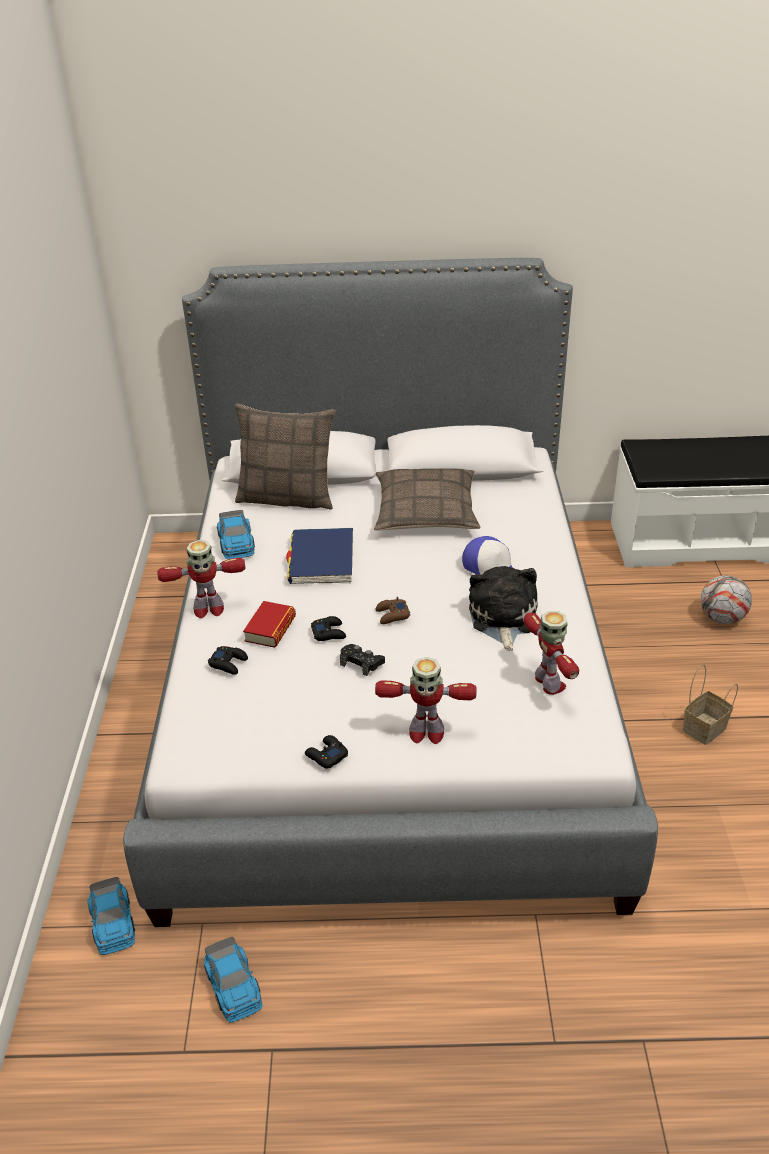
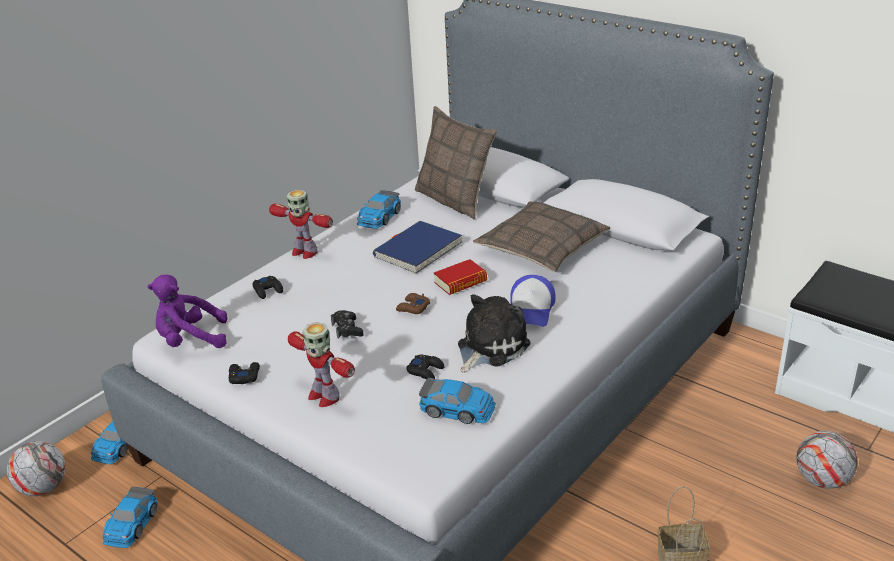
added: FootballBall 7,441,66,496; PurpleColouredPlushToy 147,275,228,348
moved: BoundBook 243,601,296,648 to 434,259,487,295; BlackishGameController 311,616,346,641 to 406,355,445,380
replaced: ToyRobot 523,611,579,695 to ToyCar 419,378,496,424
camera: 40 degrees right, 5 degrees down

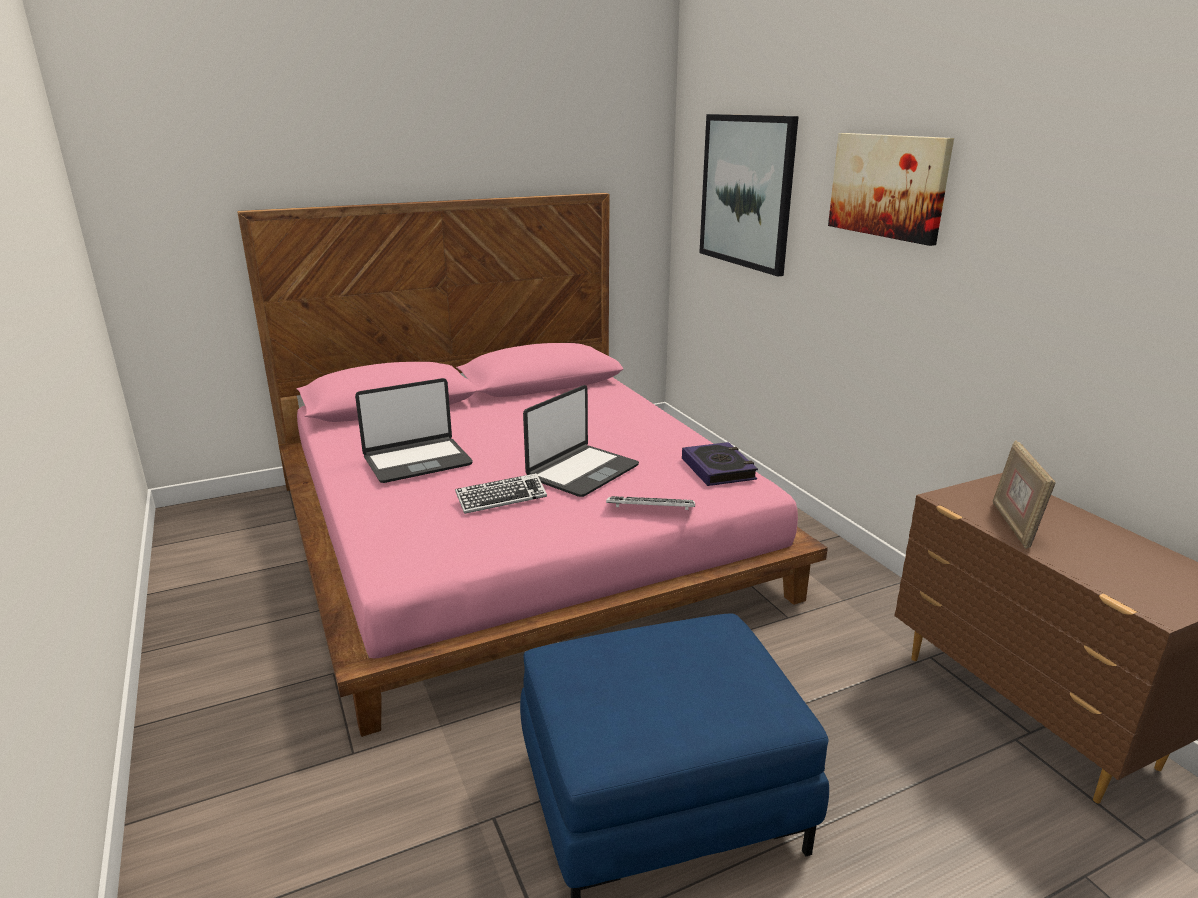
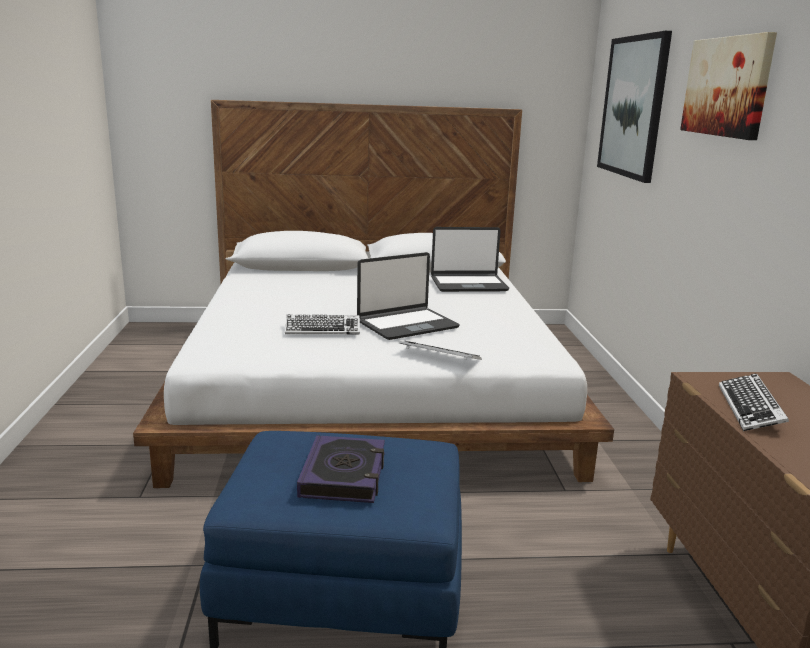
moved: PortableComputer 355,378,473,483 to 431,227,509,292; BoundBook 682,442,758,486 to 297,435,385,503
replaced: StandingFrame 993,441,1056,549 to Keyboard 719,373,789,431
recoloured: PinkColouredBed 237,193,828,737 to WhiteColouredBed 133,100,614,488
camera: 20 degrees right, 5 degrees down

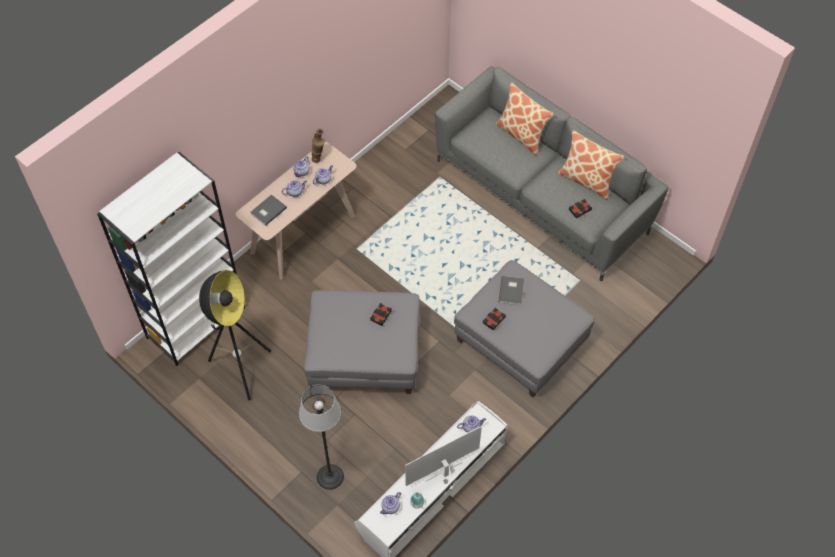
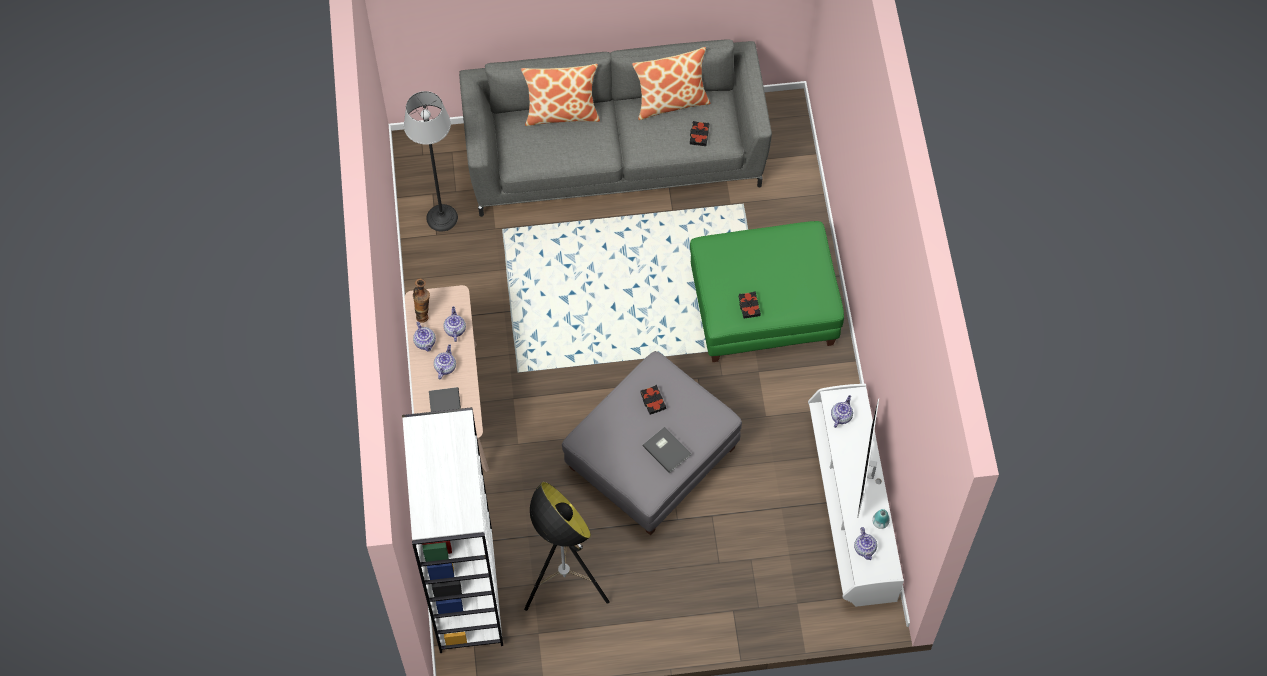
moved: StandardLamp 299,385,344,490 to 404,91,458,232; GreyishBoundBook 499,276,524,305 to 642,427,691,473
recoloured: GreyishPouffe 454,260,595,398 to GreenPouffe 690,221,844,362
camera: 50 degrees left, 5 degrees up

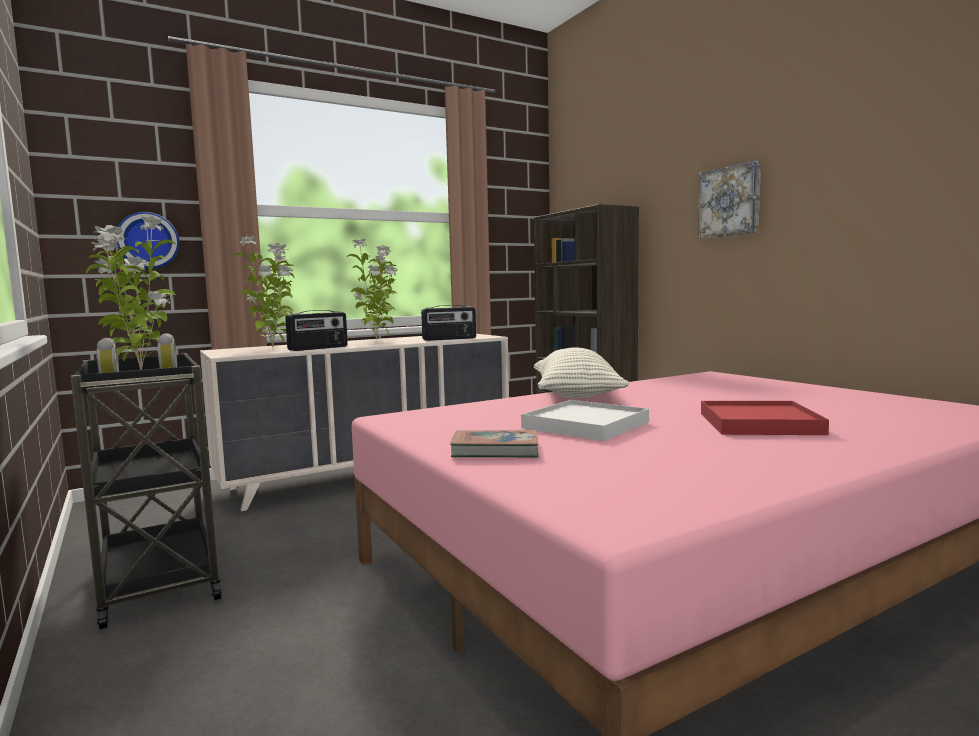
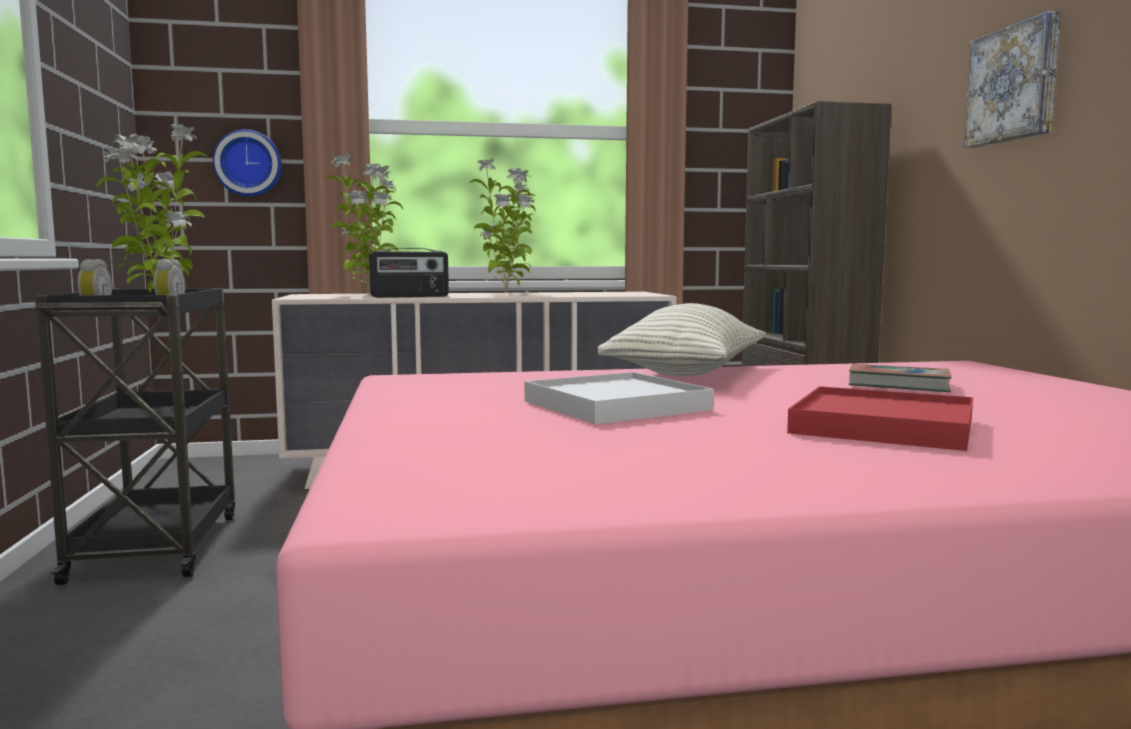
removed: Radio 421,305,476,341
moved: BoundBook 450,430,539,458 to 849,364,952,392
camera: 20 degrees right, 0 degrees up

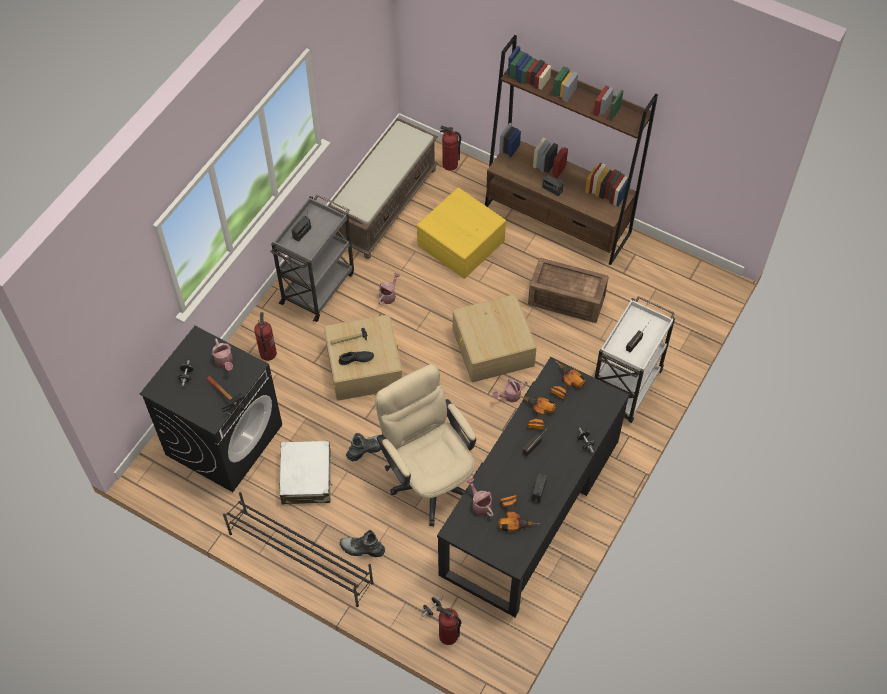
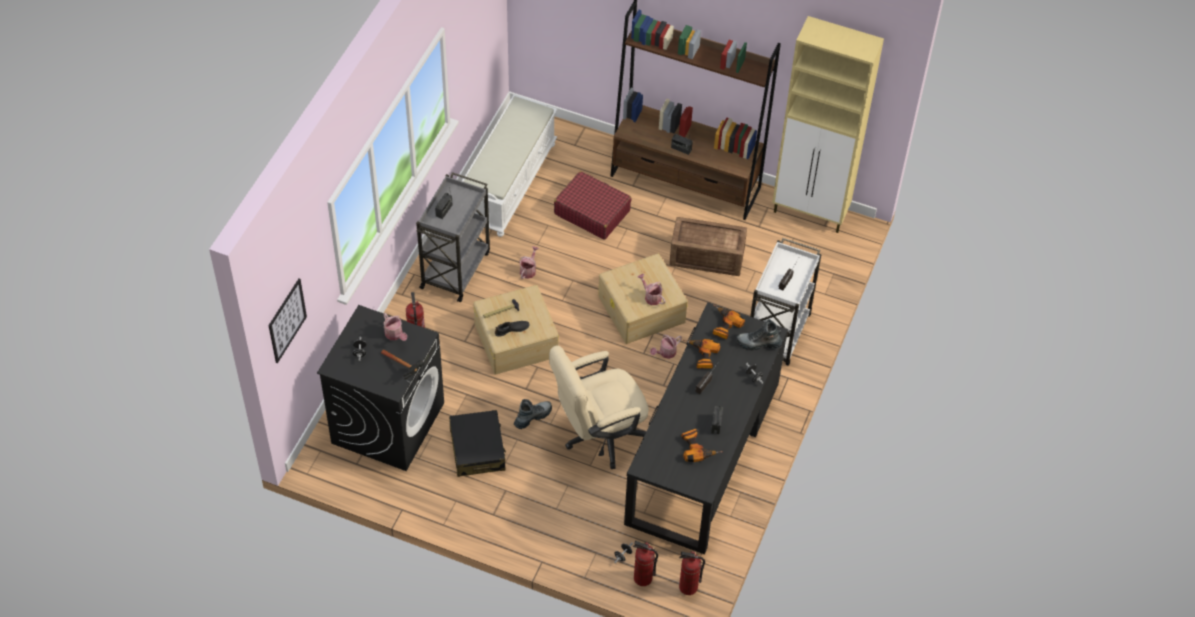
removed: BlackishShoeStand 223,492,374,607
added: Picture 269,278,307,364; BeigeColouredStorageCabinet 772,16,884,233
moved: Boot 340,530,385,557 to 736,319,782,350; FireExtinguisher 440,126,461,171 to 679,551,705,595; SprinklingCan 466,478,494,517 to 638,274,665,305
replaced: YellowStorageBin 416,188,506,279 to ReddishPieceOfLuggage 554,171,632,240
recoloured: WhiteColouredPieceOfLuggage 279,441,332,504 to BlackishPieceOfLuggage 449,410,506,477; BrownBench 328,118,438,259 to WhiteColouredBench 462,94,557,237
turned: BeigeColouredComputerChair 375,364,476,526 = 549,345,649,469 75 degrees counterclockwise
camera: 10 degrees left, 5 degrees down

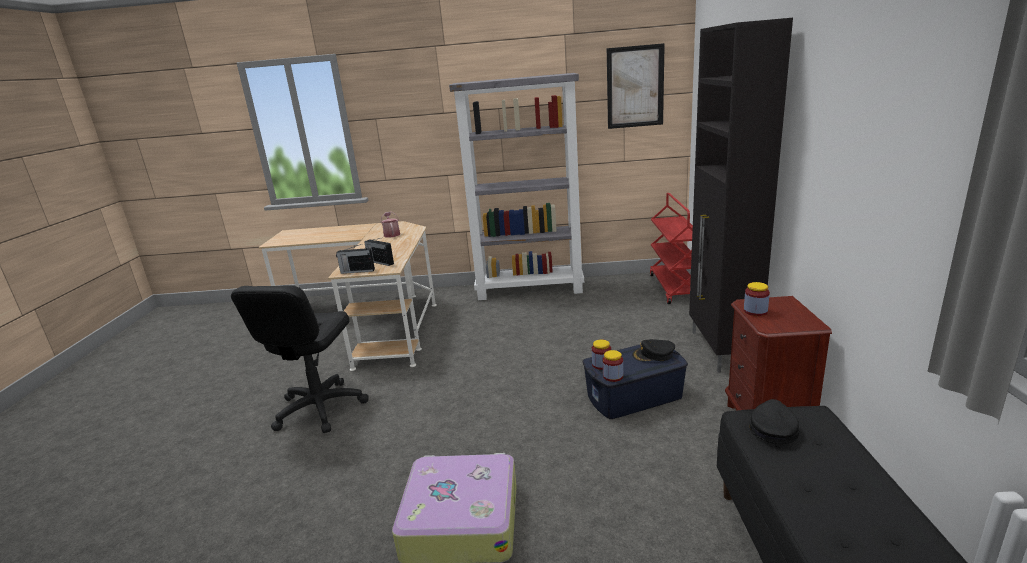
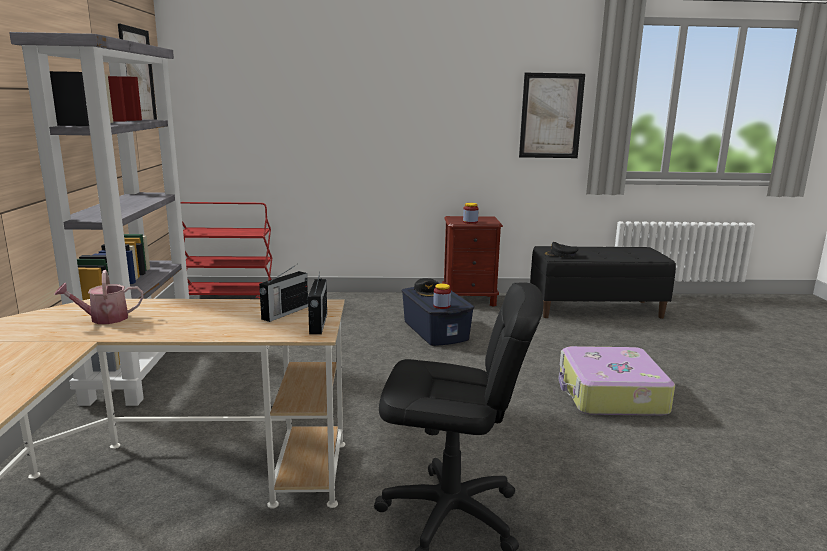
removed: PreserveJar 603,350,623,382; BlackishStorageCabinet 689,18,793,373
added: Picture 519,73,585,158
camera: 95 degrees left, 5 degrees down

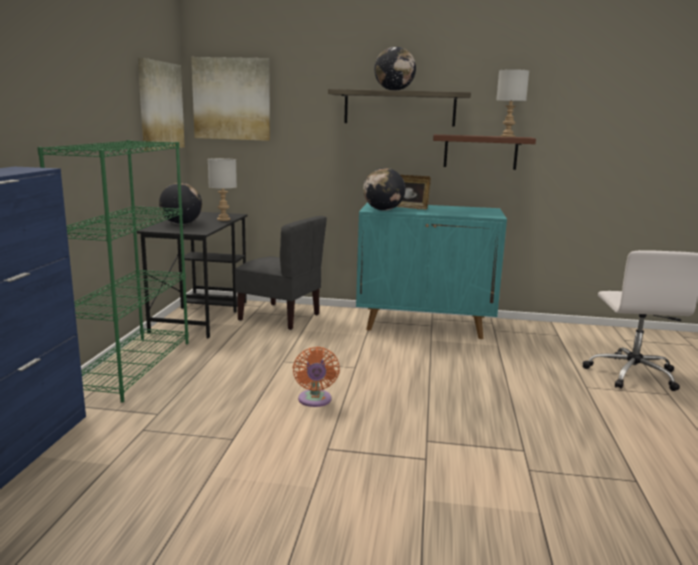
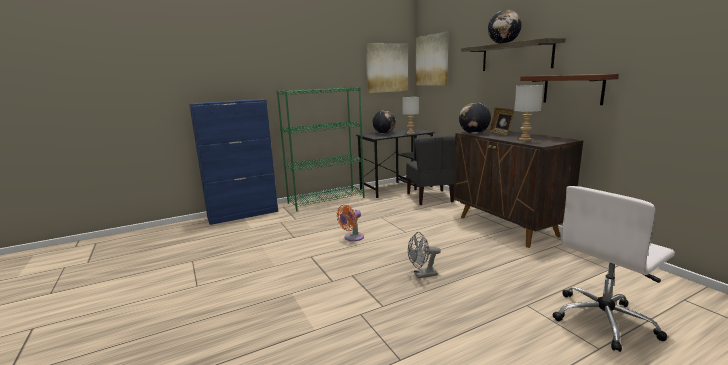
added: GreyishCoolingFan 408,232,441,279
moved: GreyishTabletopLamp 496,69,529,137 to 514,85,543,141
recoloured: TurquoiseStorageCabinet 356,202,507,339 to BrownStorageCabinet 453,128,583,248
camera: 55 degrees right, 0 degrees up

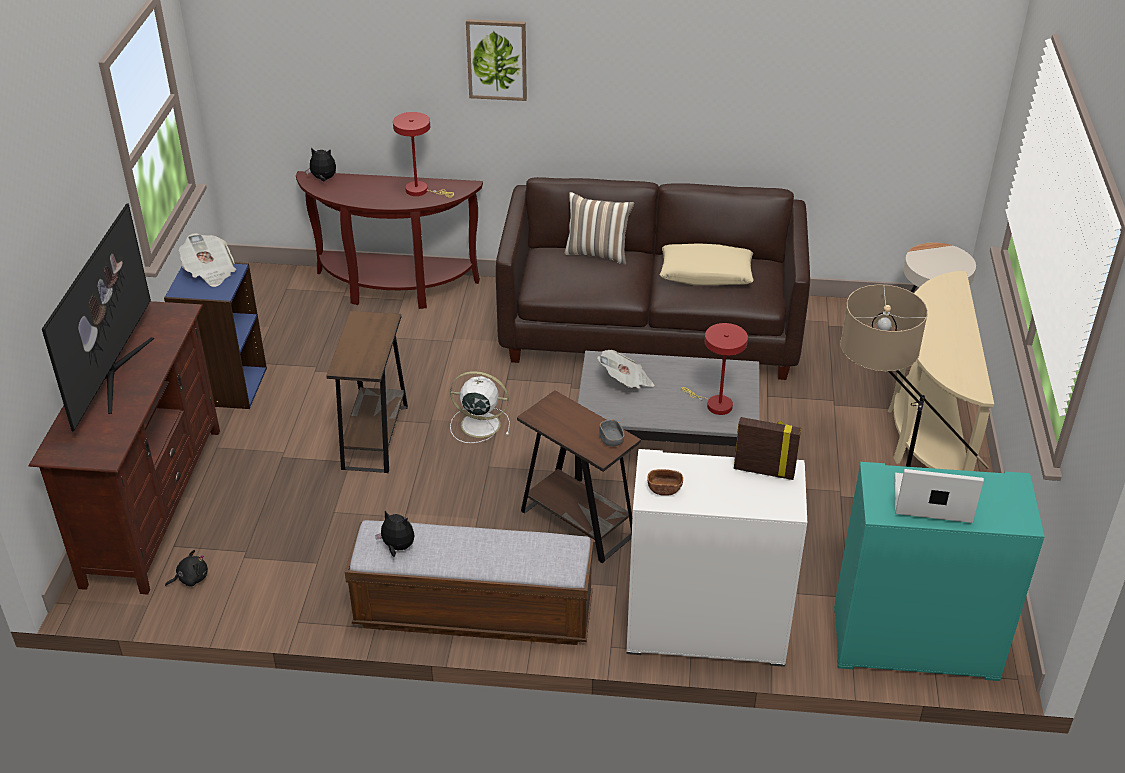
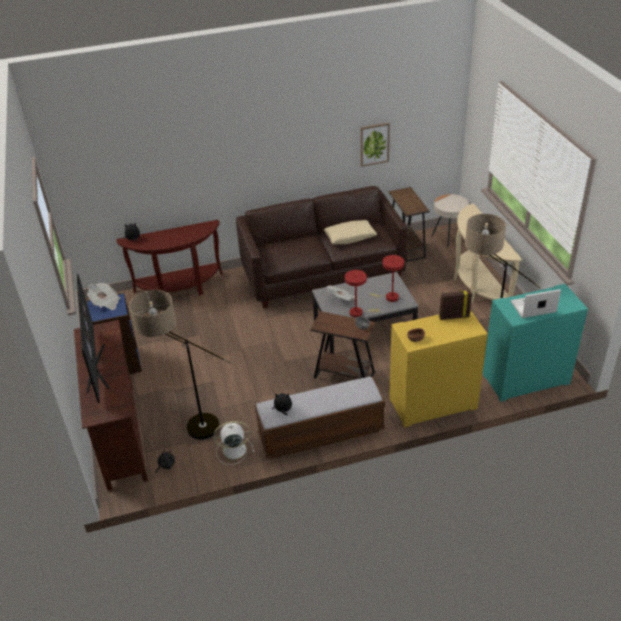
removed: Pillow 564,192,634,265
added: StandardLamp 129,290,232,440
moved: BrownEndTable 326,311,408,473 to 389,187,429,262; ReddishTabletopLamp 393,112,454,198 to 345,270,380,317; WhiteColouredCoolingFan 450,371,510,443 to 214,421,254,465; Picture 466,19,527,101 to 360,122,390,167
recoloured: WhiteColouredStorageCabinet 626,449,807,667 to YellowStorageCabinet 389,310,488,428
camera: 20 degrees left, 0 degrees up

